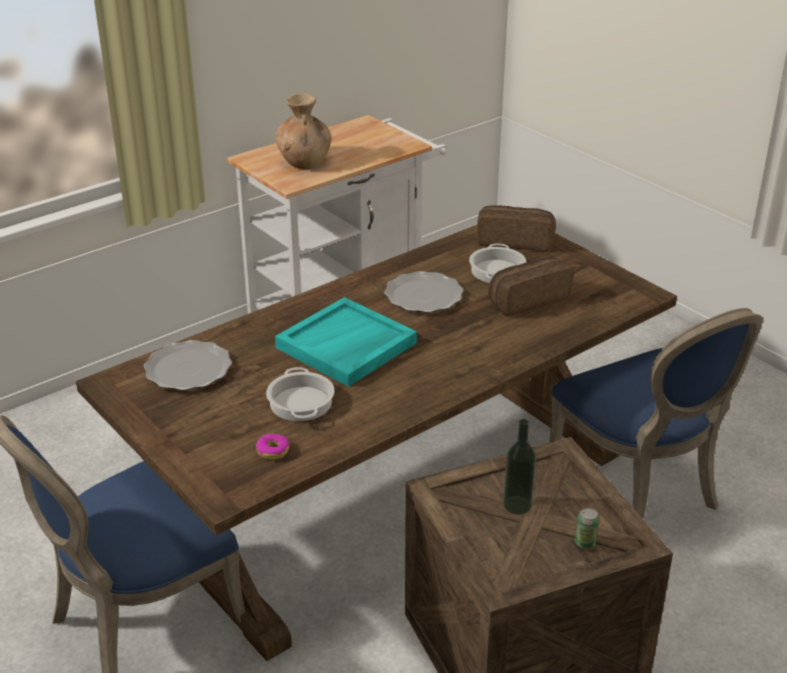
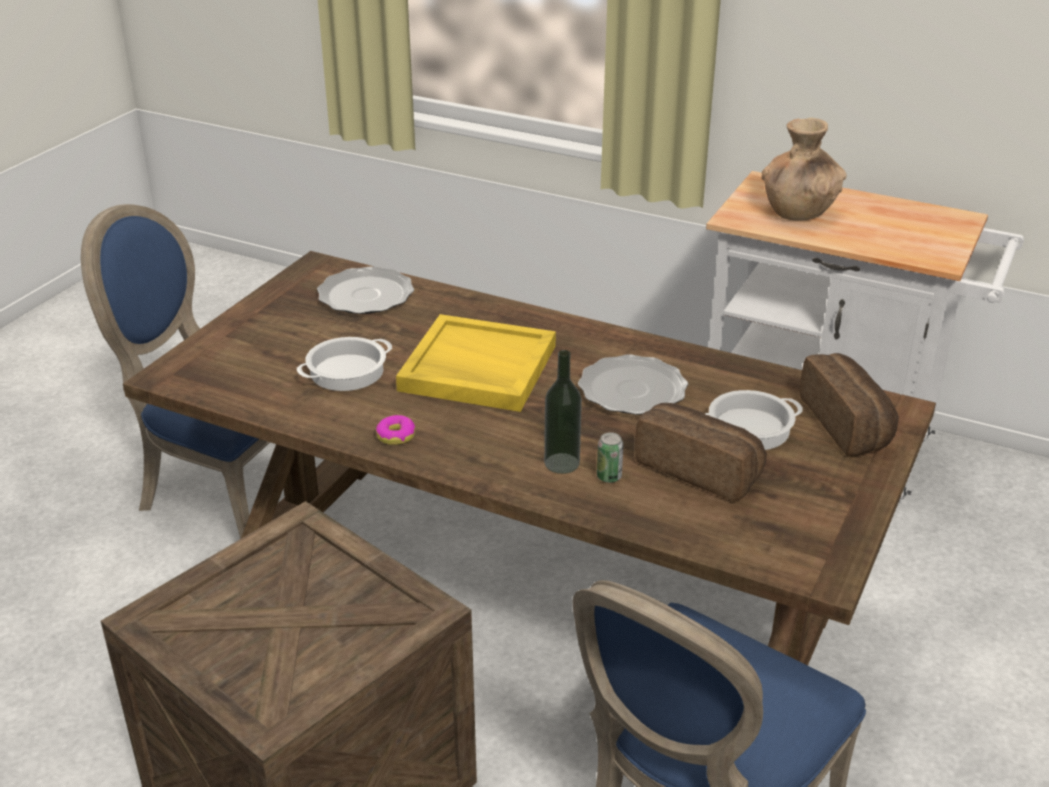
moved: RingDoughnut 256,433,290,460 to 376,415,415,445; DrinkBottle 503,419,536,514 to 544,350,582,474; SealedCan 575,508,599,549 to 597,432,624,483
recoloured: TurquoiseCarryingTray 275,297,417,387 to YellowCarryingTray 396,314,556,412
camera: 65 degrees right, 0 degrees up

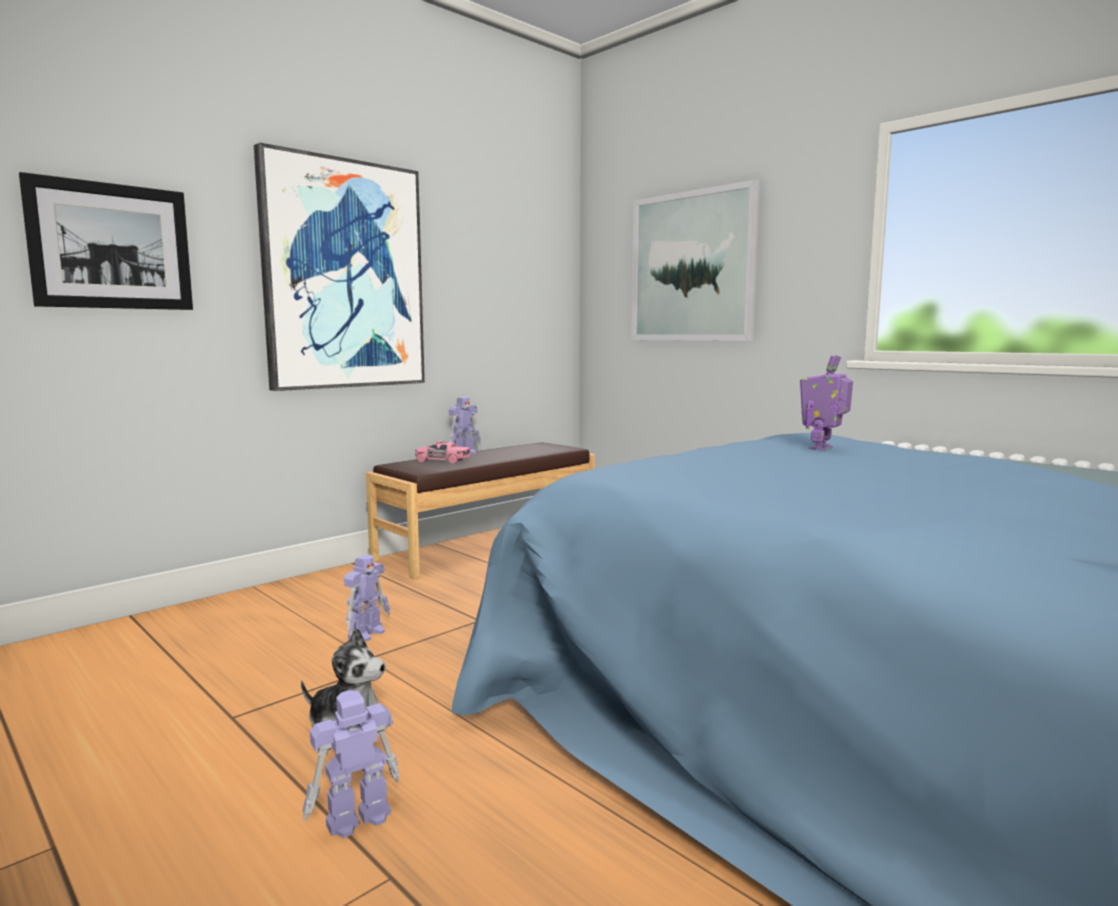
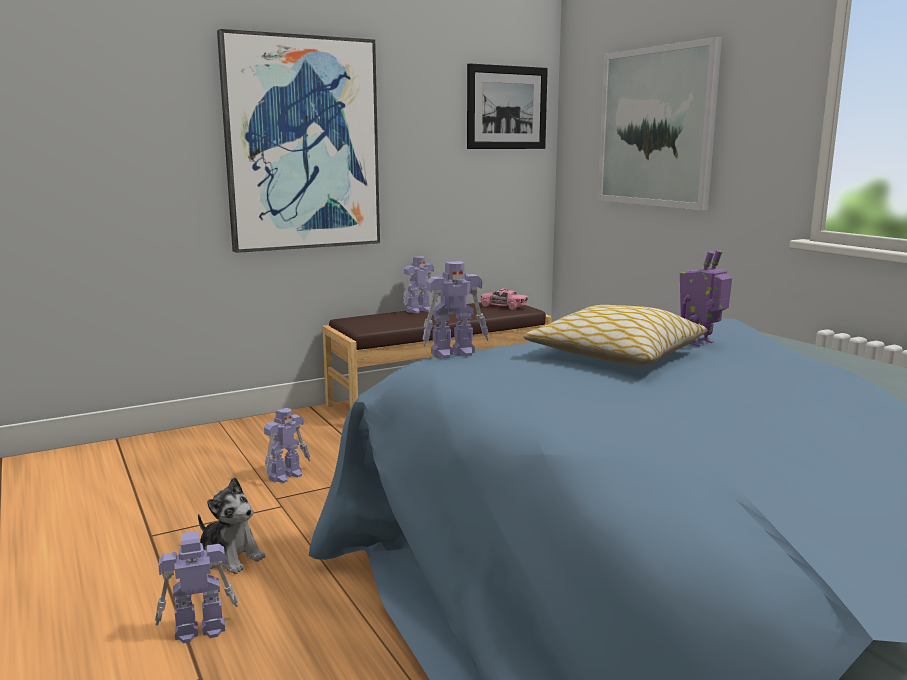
added: ToyRobot 423,261,489,358; Pillow 523,305,707,365
moved: Picture 19,172,193,310 to 467,63,548,149; PinkColouredToyCar 415,441,471,464 to 480,289,529,310
camera: 15 degrees right, 5 degrees up

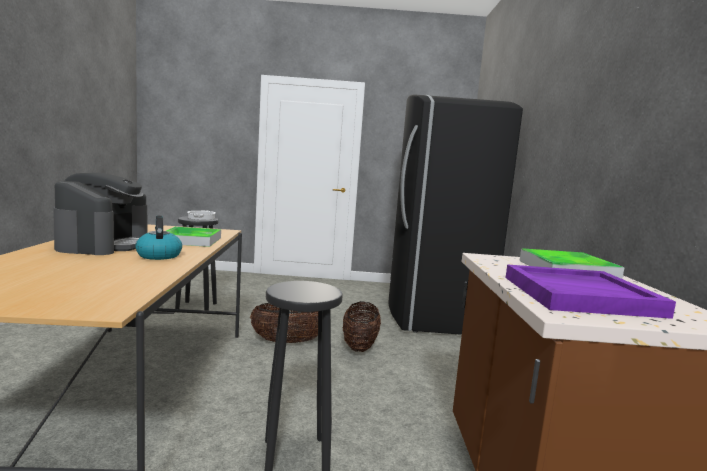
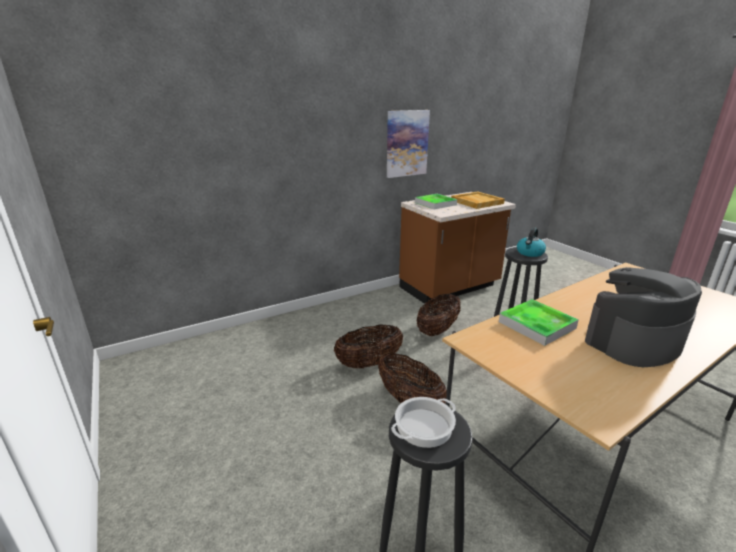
removed: BlackishRefrigerator 388,94,523,335
added: Picture 387,110,430,178; StorageBasket 417,294,461,336
moved: WaterKettle 135,216,182,260 to 517,228,546,257
recoloured: PurpleColouredCarryingTray 506,264,676,319 to BeigeColouredCarryingTray 451,192,505,209
camera: 120 degrees left, 15 degrees up

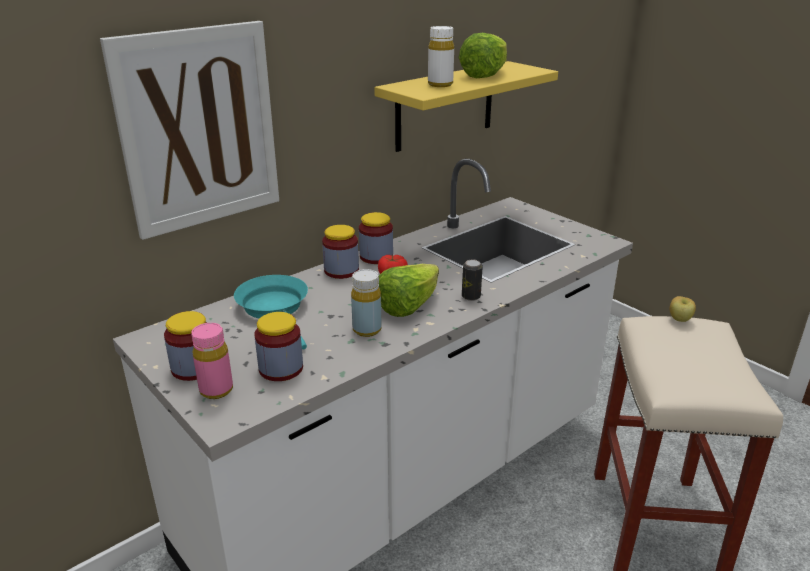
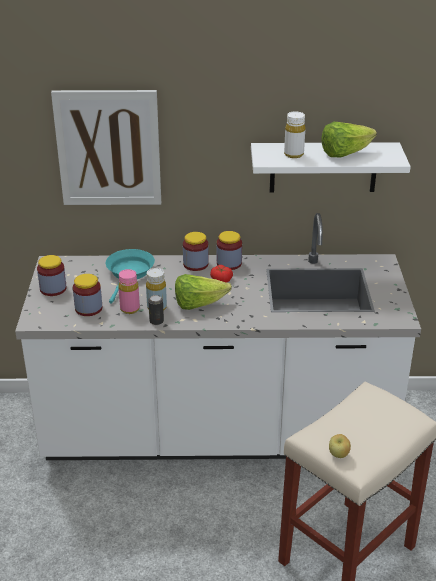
moved: PinkColouredDrinkBottle 191,323,233,399 to 118,269,140,314; SealedCan 462,259,483,301 to 148,295,164,325; Apple 670,296,696,322 to 329,434,351,458
recoloured: YellowWallShelf 374,61,558,152 to WhiteColouredWallShelf 251,142,411,192
camera: 40 degrees right, 5 degrees up

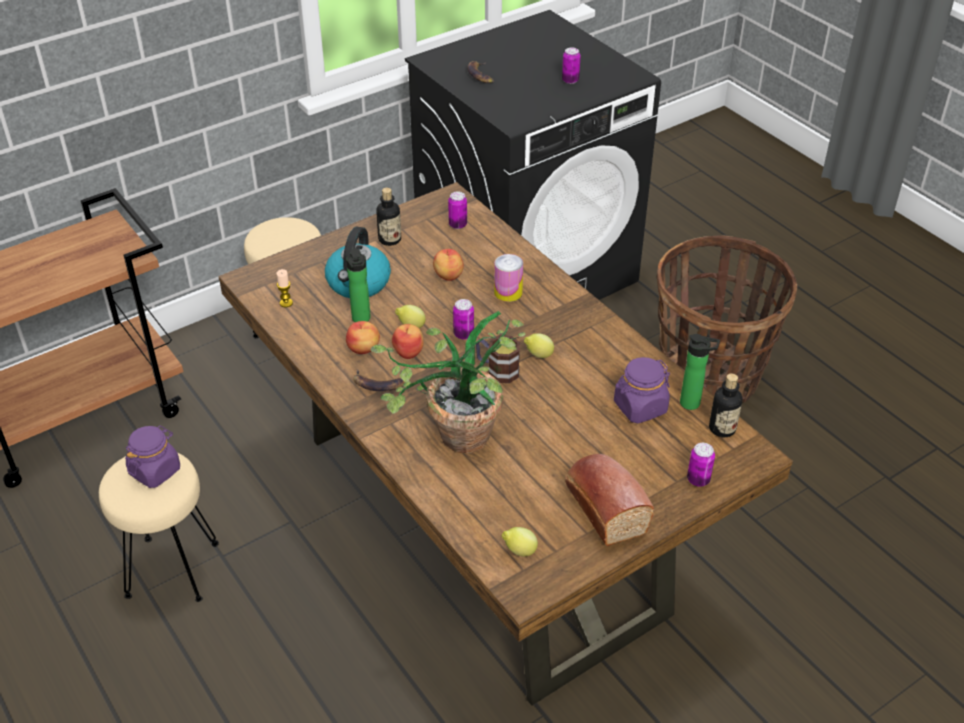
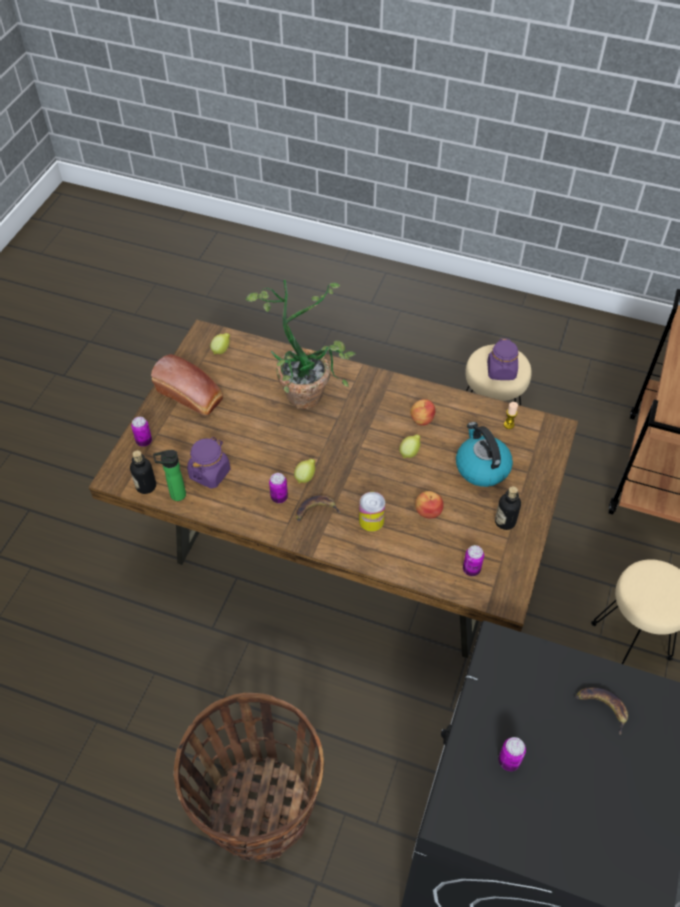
removed: DrinkBottle 346,248,371,322; Apple 392,324,423,359; TeaMug 476,335,520,383
moved: BananaFruit 353,369,405,391 to 296,496,341,521; SealedCan 453,299,474,340 to 269,473,288,503
camera: 145 degrees right, 10 degrees up

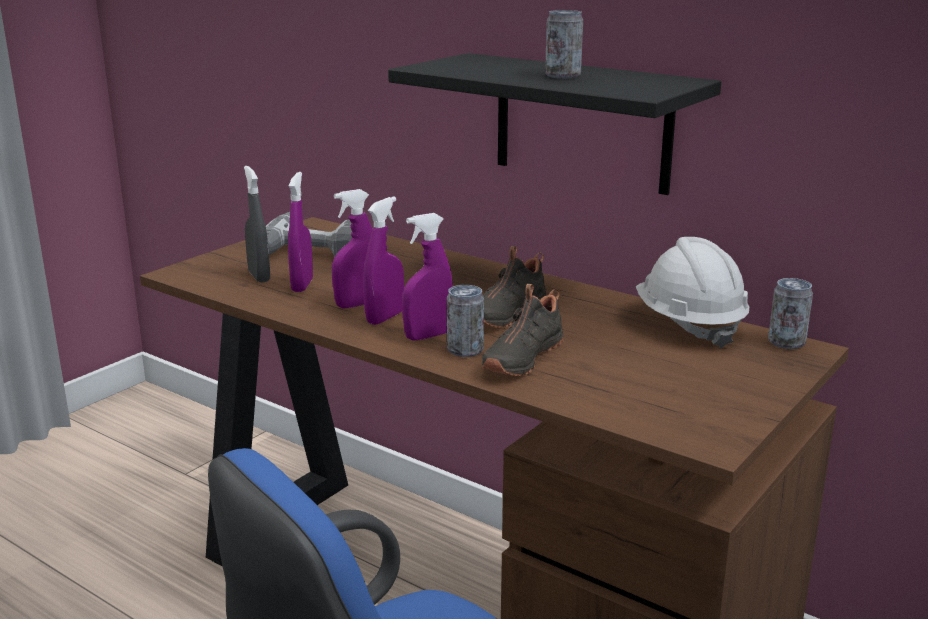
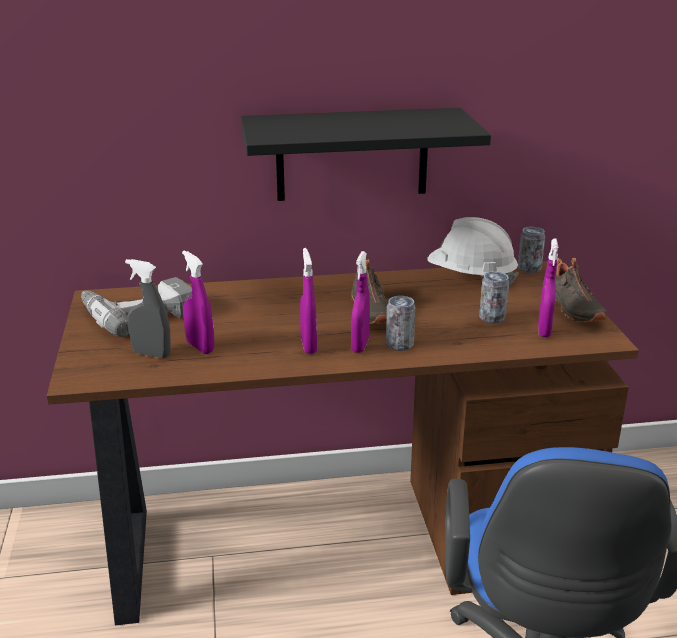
moved: PurpleColouredHandSprayer 332,189,372,309 to 538,239,558,337; BlackishItemOfFootwear 482,284,564,376 to 555,258,607,322; SealedCan 545,10,583,79 to 479,271,509,324
camera: 45 degrees left, 5 degrees up

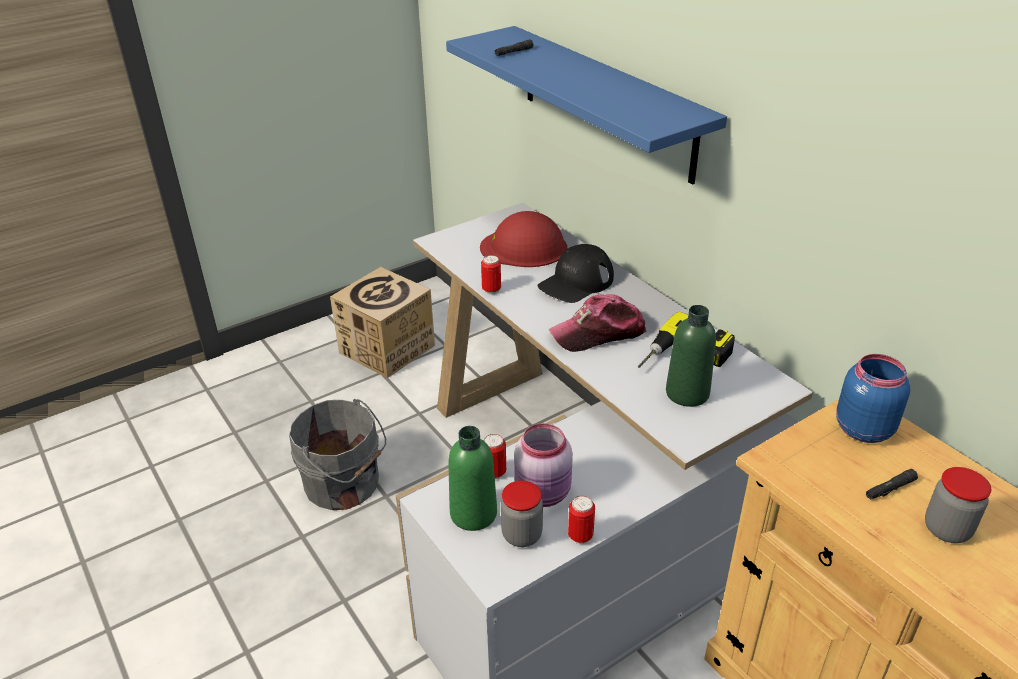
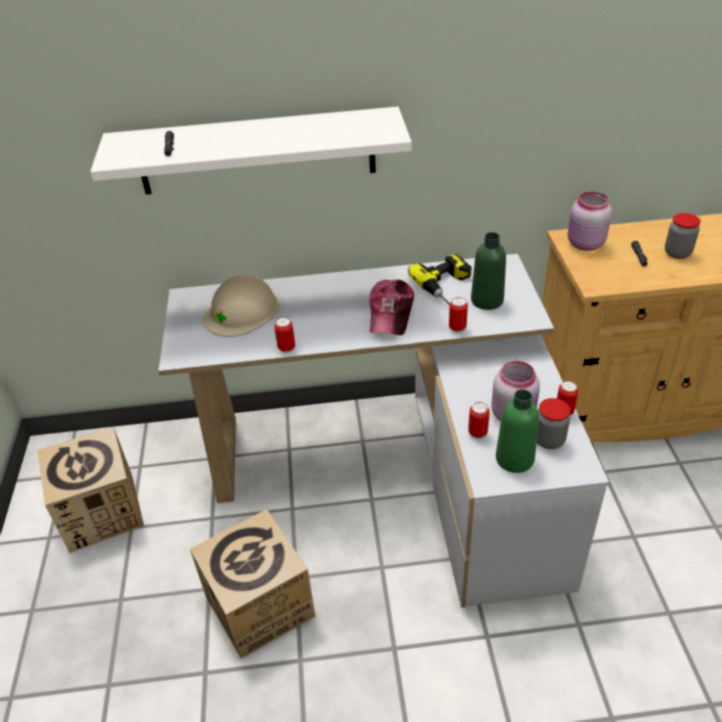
removed: BlackishPeakedCap 537,244,614,303
added: SealedCan 449,297,468,333
replaced: GreyishWaterBucket 289,399,386,510 to CardboardBox 190,509,315,659
recoloured: BlueWallShelf 446,26,727,185 to WhiteColouredWallShelf 90,107,412,194; ReddishWorkHelmet 480,211,567,267 to BeigeColouredWorkHelmet 203,274,279,337; BluePreserveJar 836,354,910,443 to PinkColouredPreserveJar 568,191,612,251
camera: 60 degrees left, 5 degrees up

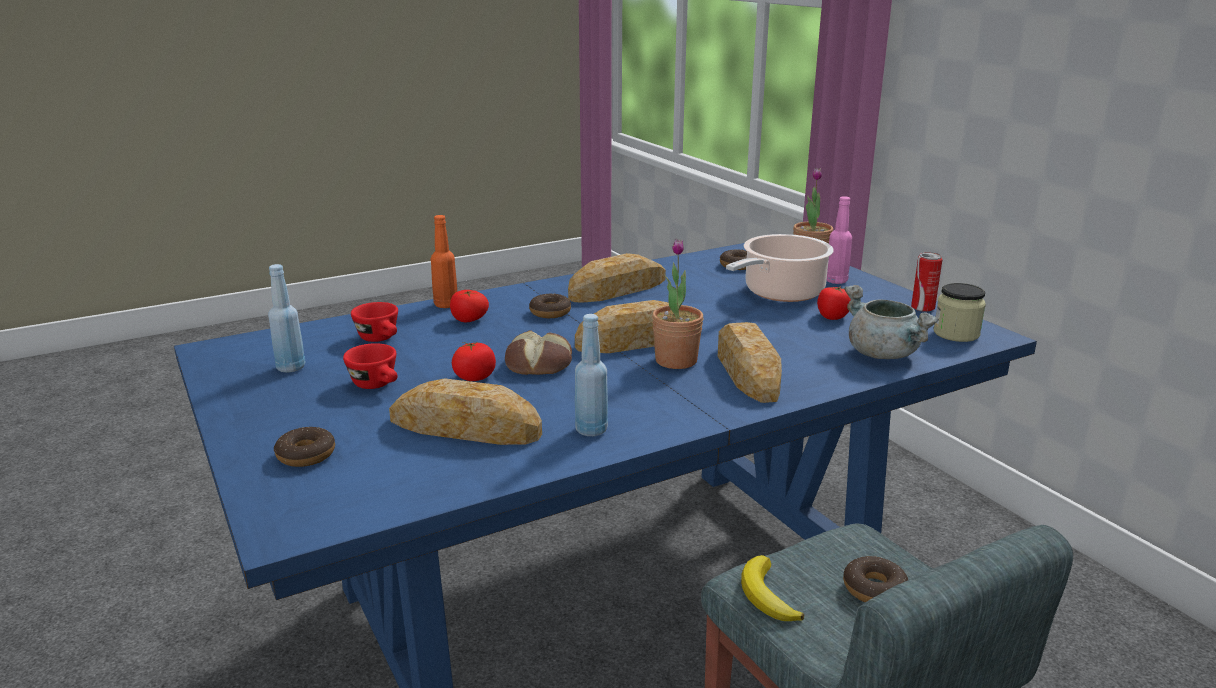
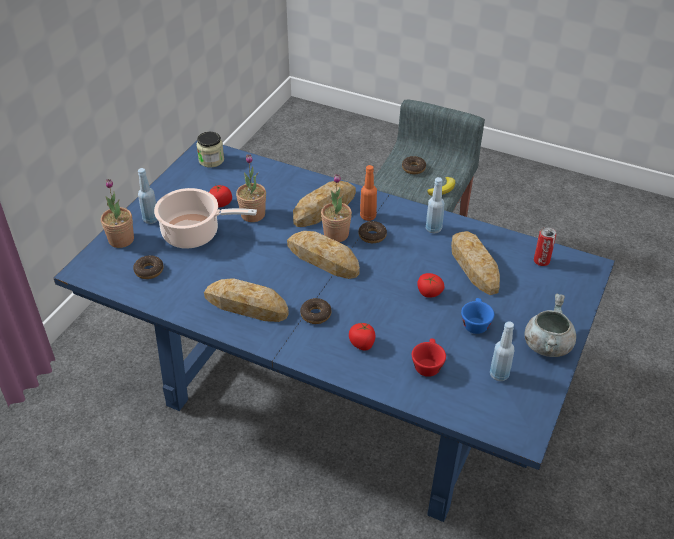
removed: BakedBread 505,330,572,375
added: PlantInAPot 236,154,266,222
moved: RingDoughnut 274,427,335,467 to 358,221,387,243; OrangeColouredDrinkBottle 431,215,457,308 to 360,165,377,221; GreyishCookingPot 844,285,939,359 to 525,293,576,357; SealedCan 911,252,942,312 to 534,227,556,266
recoloured: ReddishSmallCup 343,343,397,389 to BlueSmallCup 461,298,494,334; PinkColouredDrinkBottle 827,196,852,284 to BlueDrinkBottle 138,168,158,224
camera: 125 degrees left, 20 degrees up

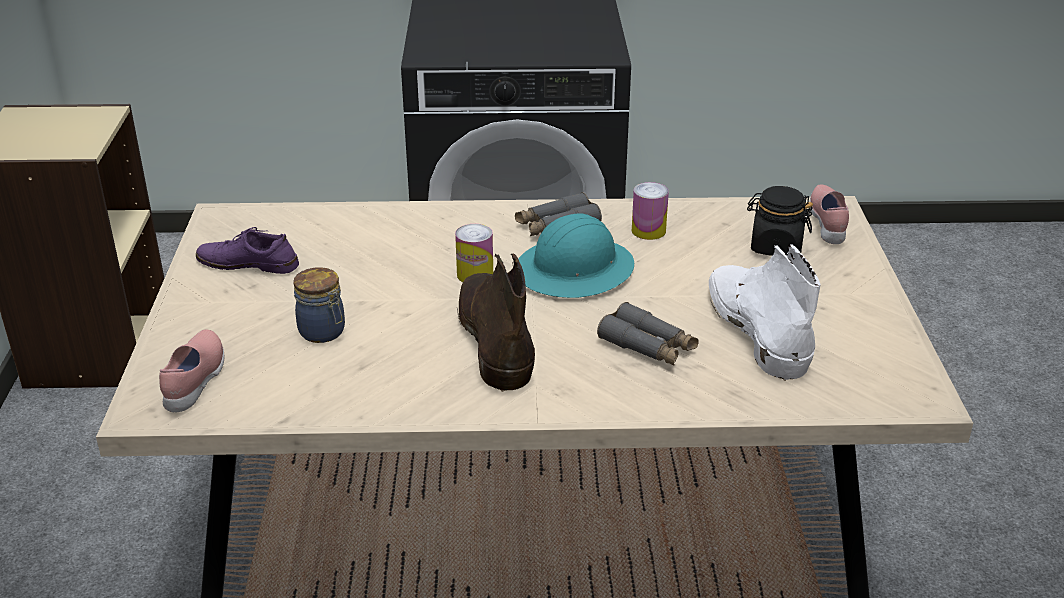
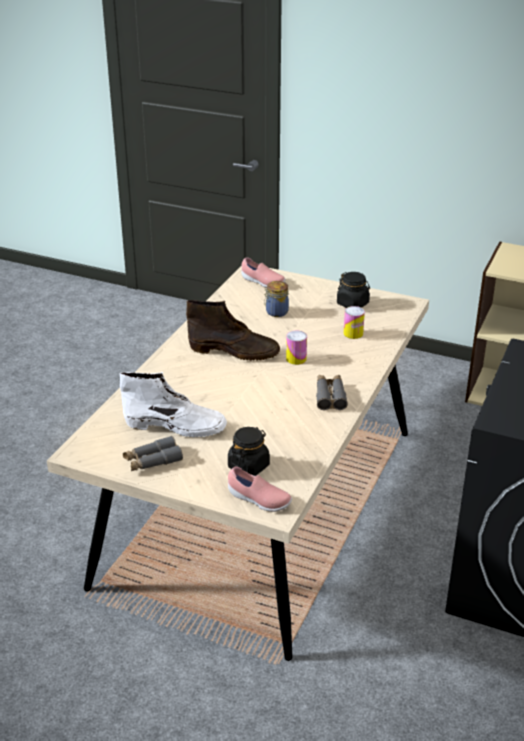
removed: TurquoiseWorkHelmet 518,213,634,298
moved: GreyishFieldGlasses 597,302,699,366 to 123,436,183,471; SealedCan 632,182,669,240 to 344,306,365,339
replaced: PurpleColouredItemOfFootwear 196,227,299,274 to BlackishPreserveJar 337,272,370,308
camera: 115 degrees right, 0 degrees up

